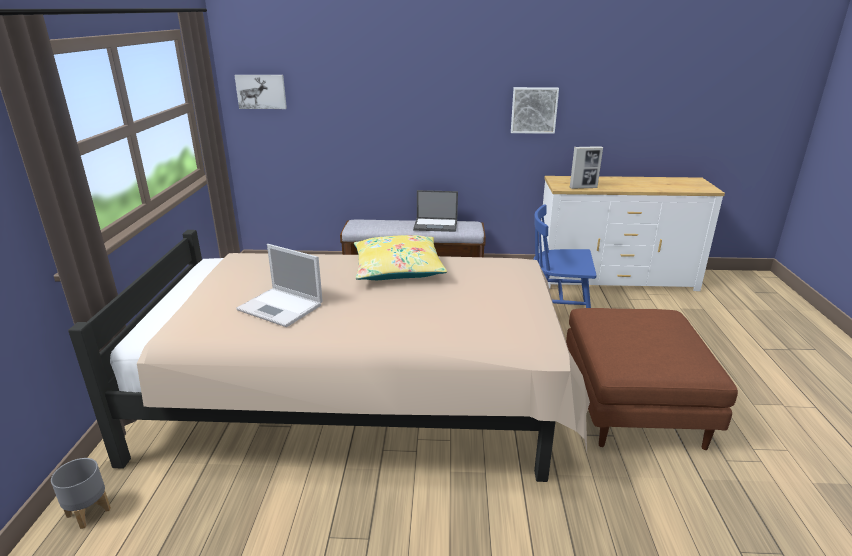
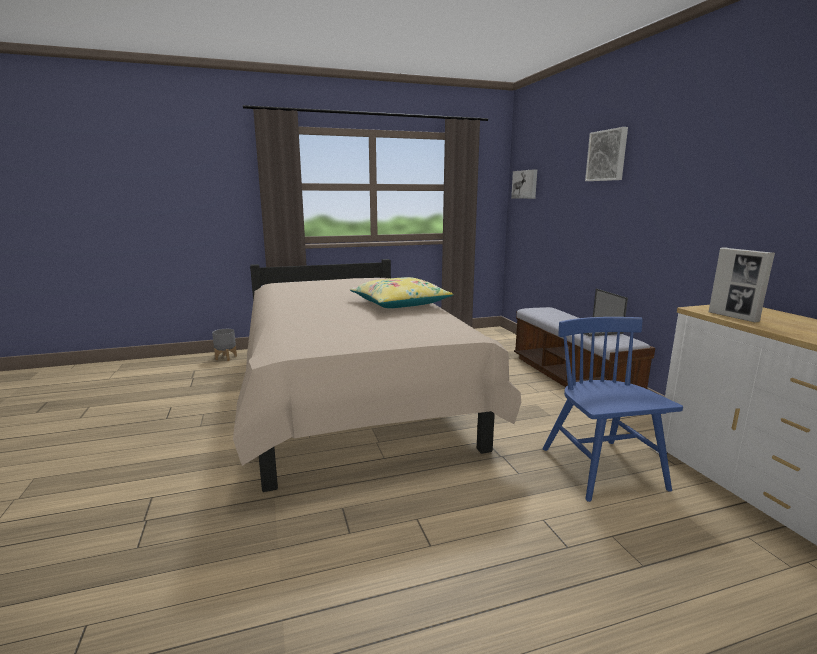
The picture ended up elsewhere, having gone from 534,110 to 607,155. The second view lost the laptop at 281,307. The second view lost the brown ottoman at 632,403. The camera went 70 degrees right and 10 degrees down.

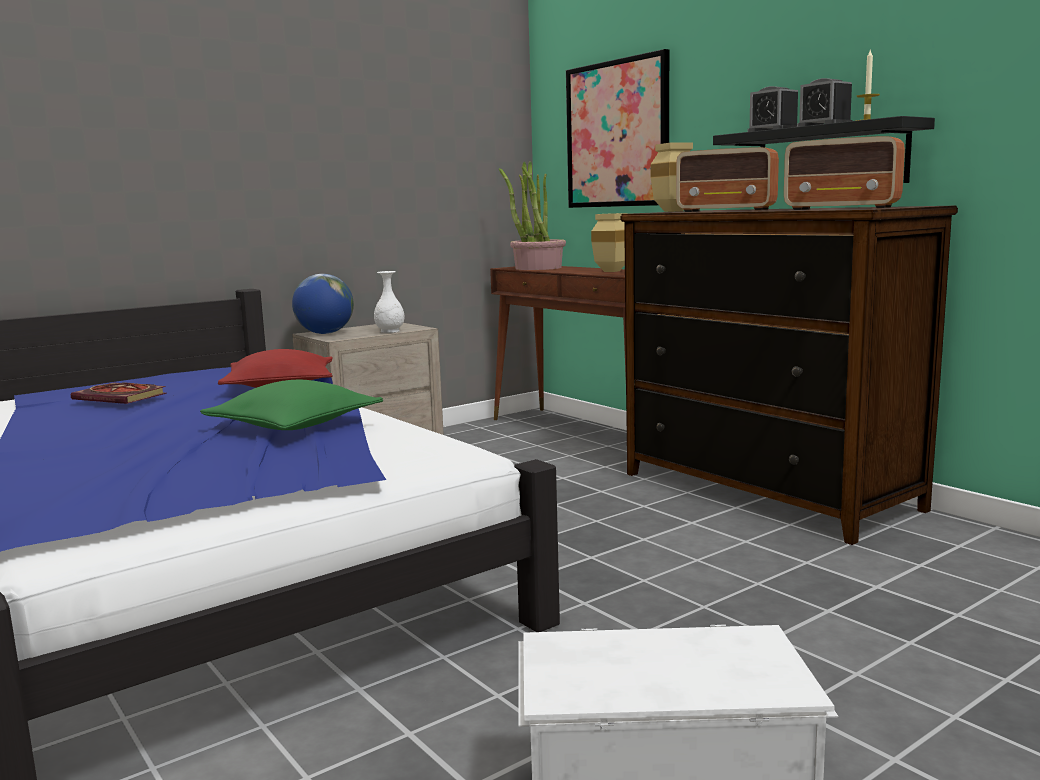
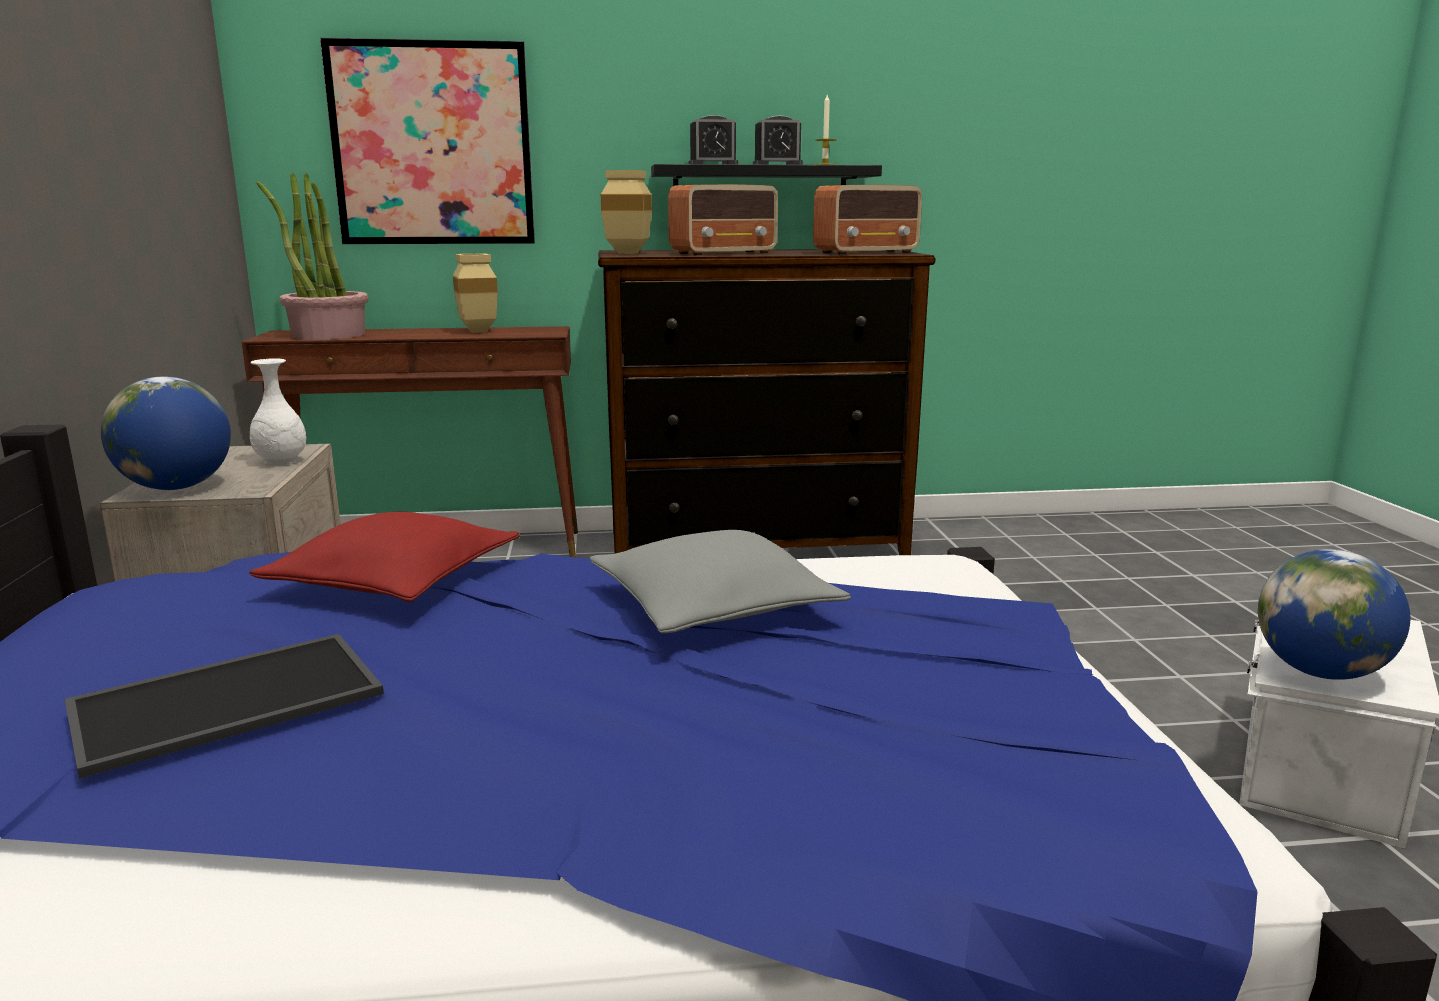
Where the book stood at 122,397, the tray came to stand at 229,698. What was the green pillow at 295,425 turned into the grey pillow at 713,606. The second view gained the globe at 1320,672. The camera went 60 degrees left and 5 degrees up.

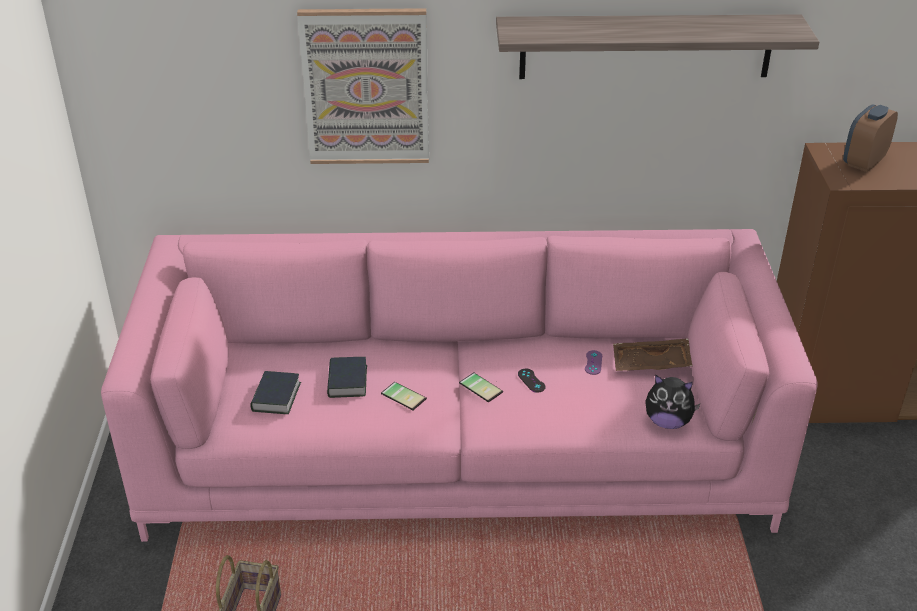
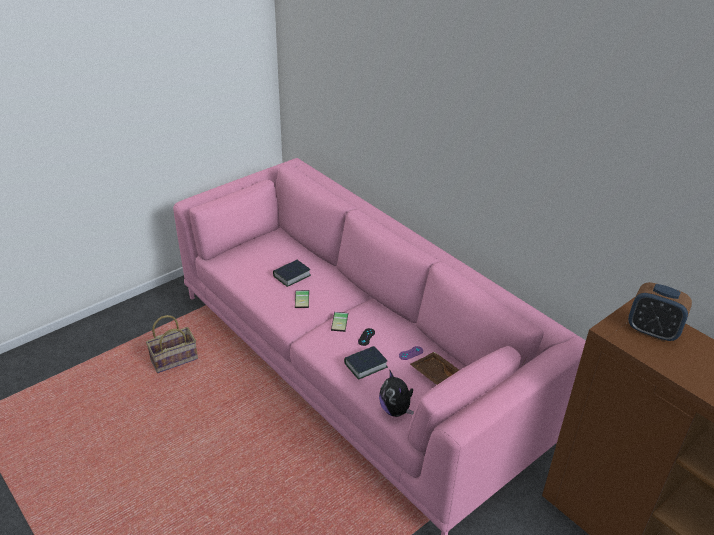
The book ended up elsewhere, having gone from 276,397 to 365,365. The alarm clock at 863,162 ended up facing another way, 150 degrees counterclockwise from before. The second view lost the picture at 366,87. The second view lost the shelf at 646,46. The camera went 50 degrees right and 0 degrees up.

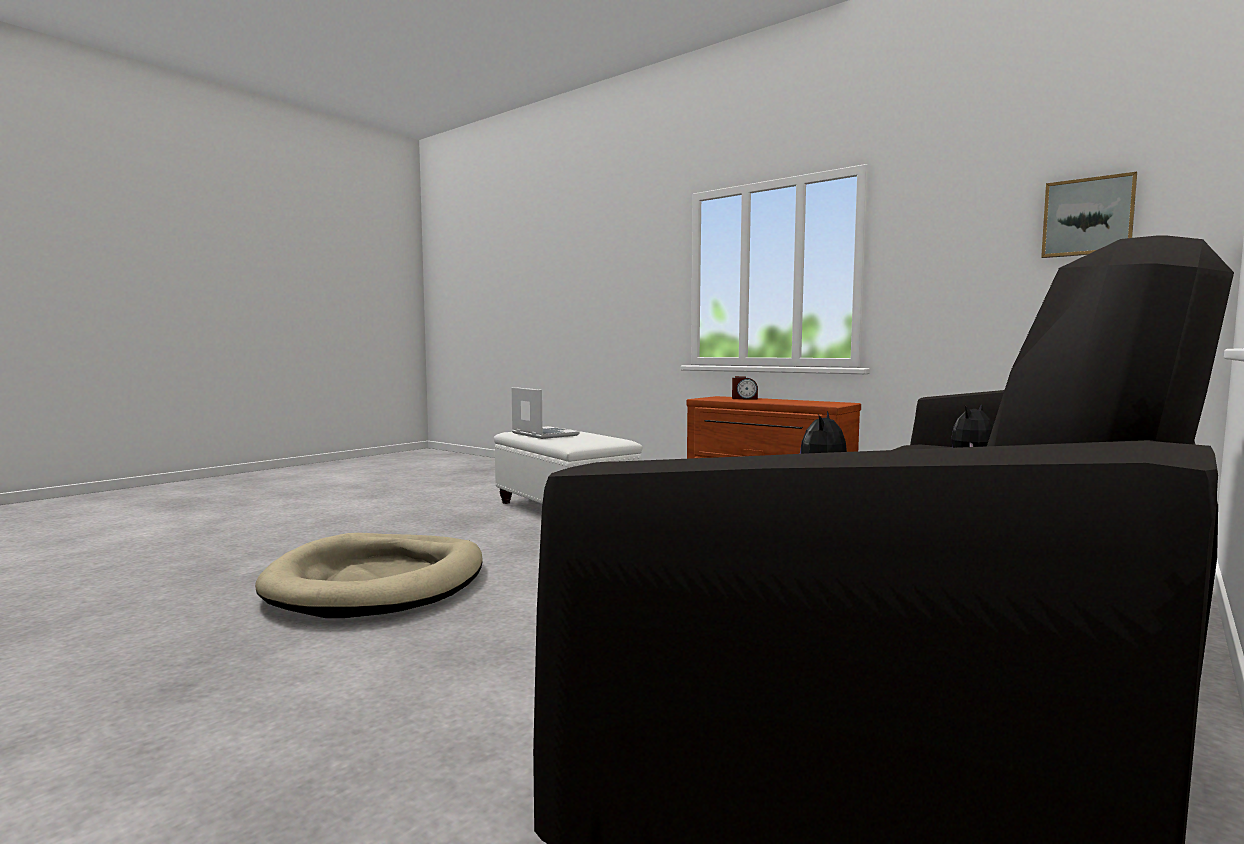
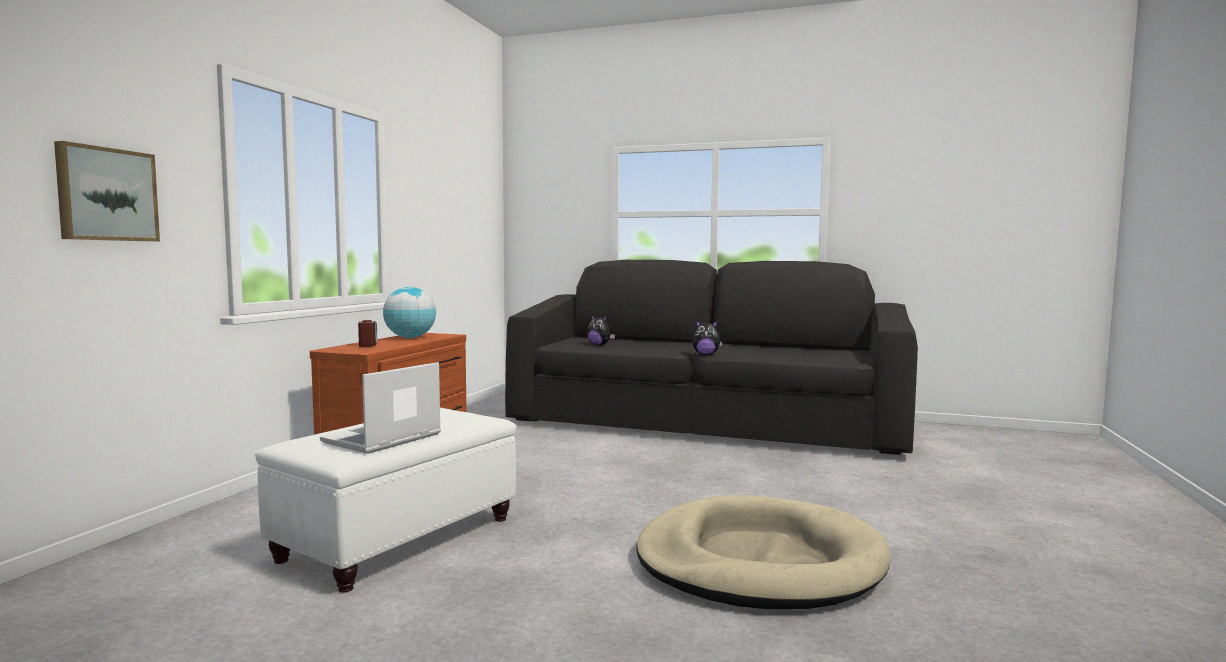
The picture ended up elsewhere, having gone from 1088,217 to 106,194. The second view gained the globe at 410,337. The camera went 110 degrees left and 0 degrees up.

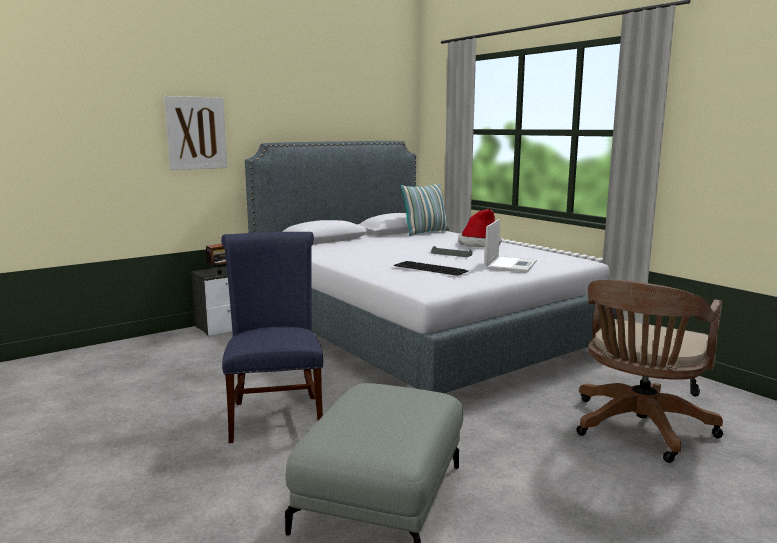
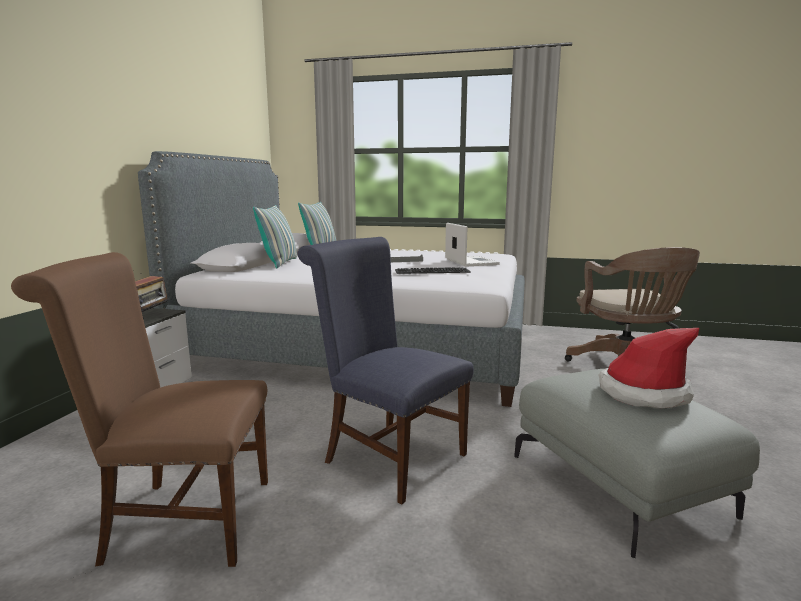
The second view gained the brown chair at 179,520. The second view gained the pillow at 279,263. The hat ended up elsewhere, having gone from 479,244 to 643,393. The second view lost the picture at 196,133. The camera went 40 degrees left and 0 degrees up.

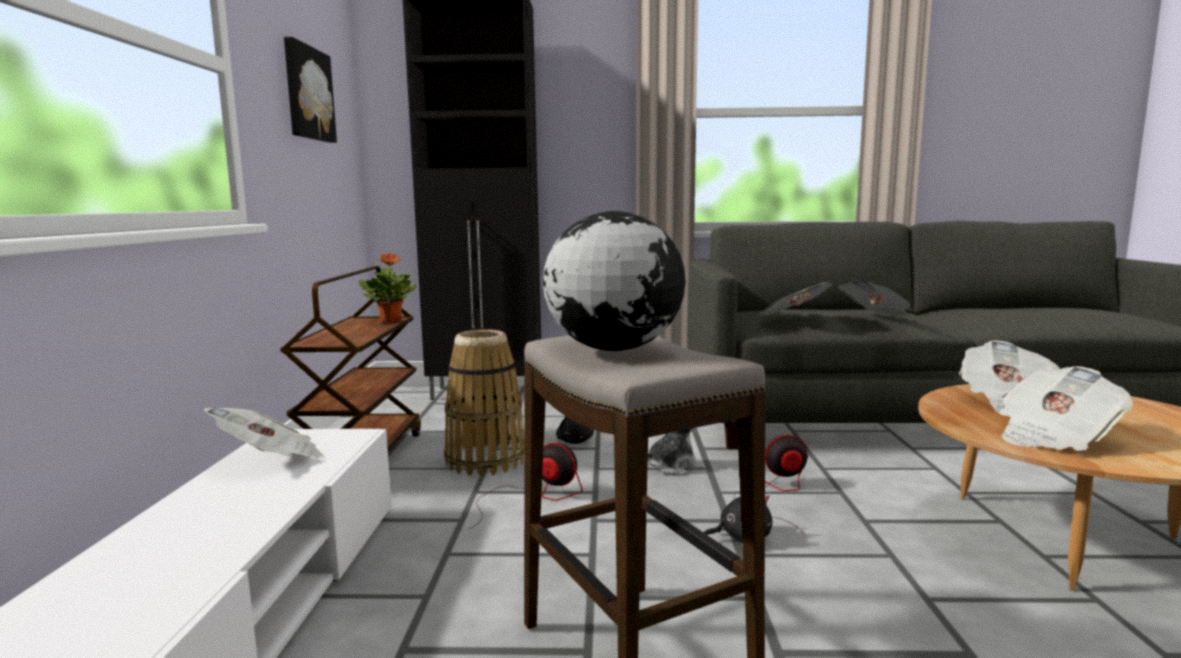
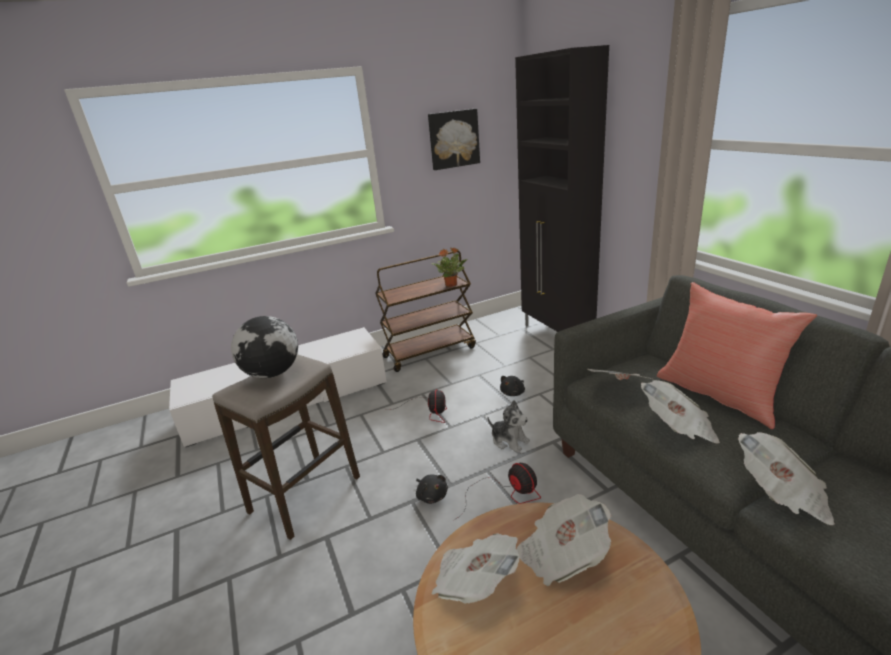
The second view gained the red pillow at 719,394. The newspaper ended up elsewhere, having gone from 271,460 to 782,494. The second view lost the basket at 486,460. The camera went 65 degrees right and 15 degrees up.

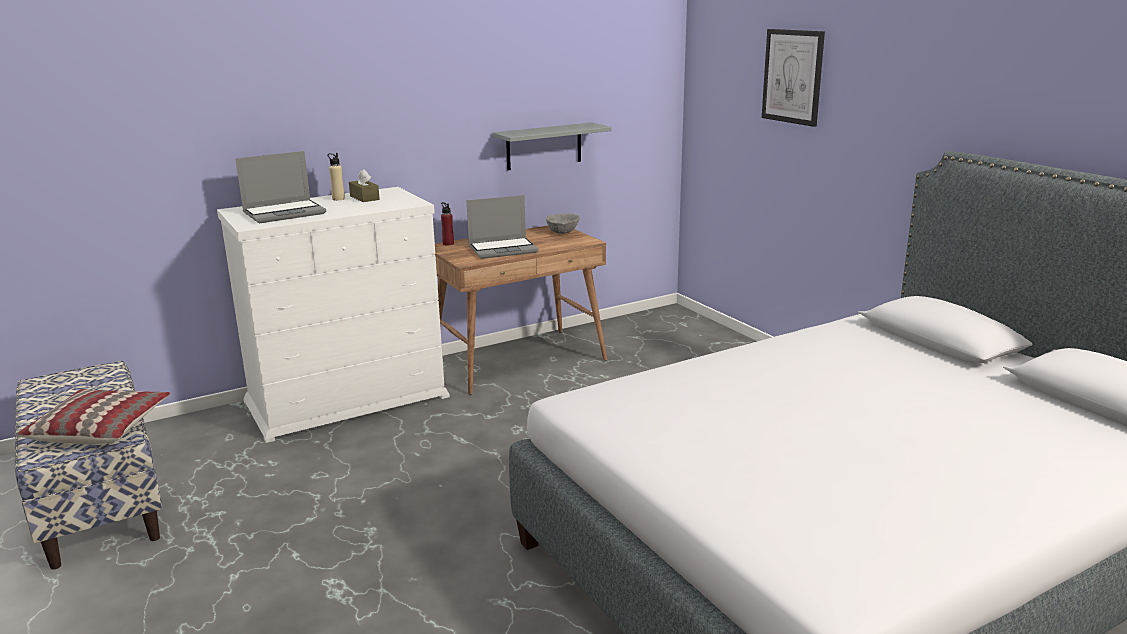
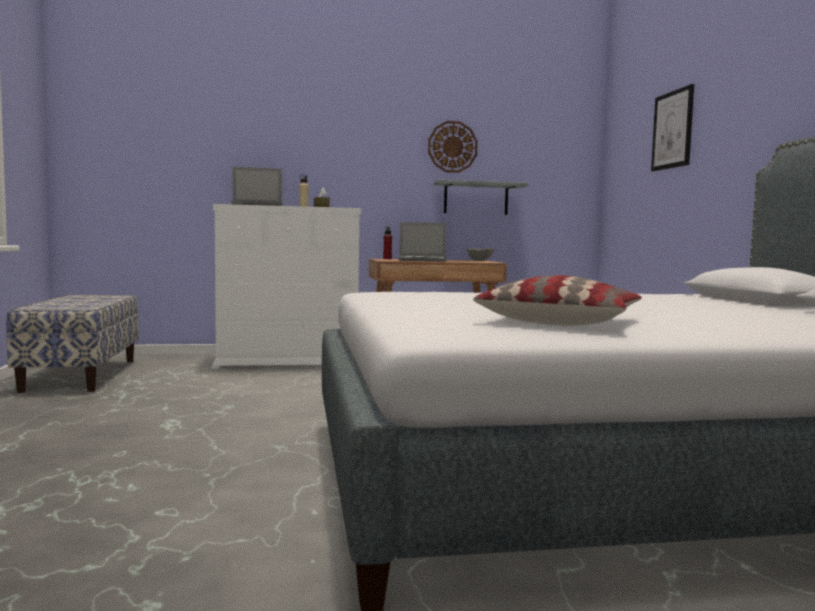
The second view gained the wall clock at 452,147. The pillow ended up elsewhere, having gone from 100,428 to 560,321. The camera went 20 degrees right and 15 degrees down.

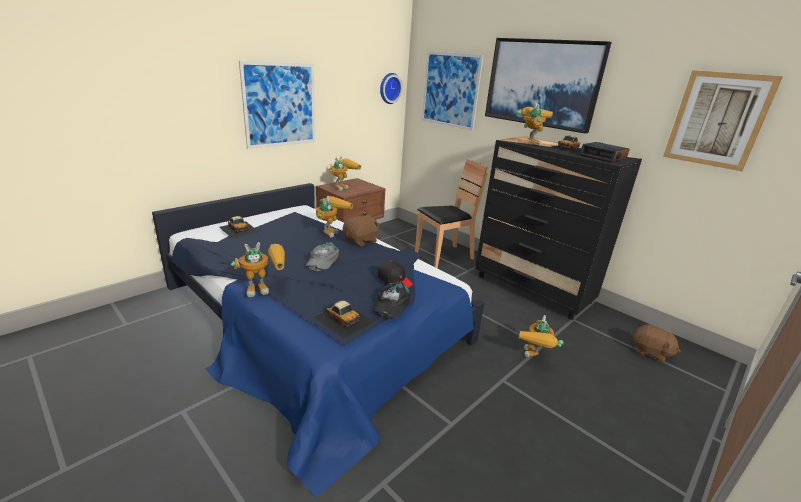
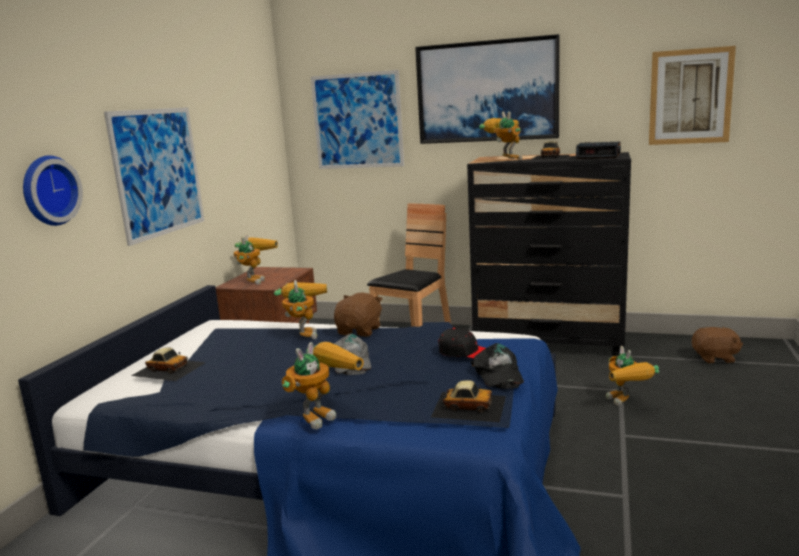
The wall clock ended up elsewhere, having gone from 389,88 to 48,190. The camera went 25 degrees left and 10 degrees down.

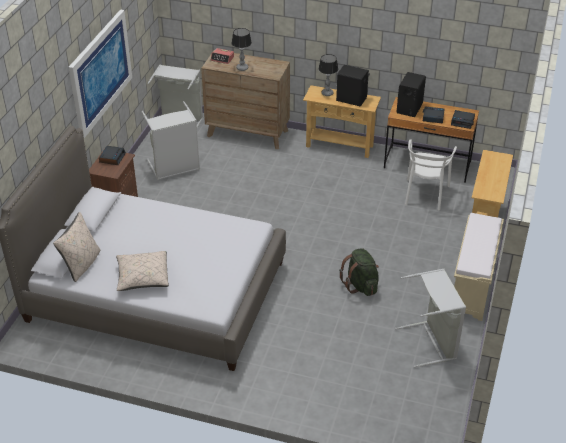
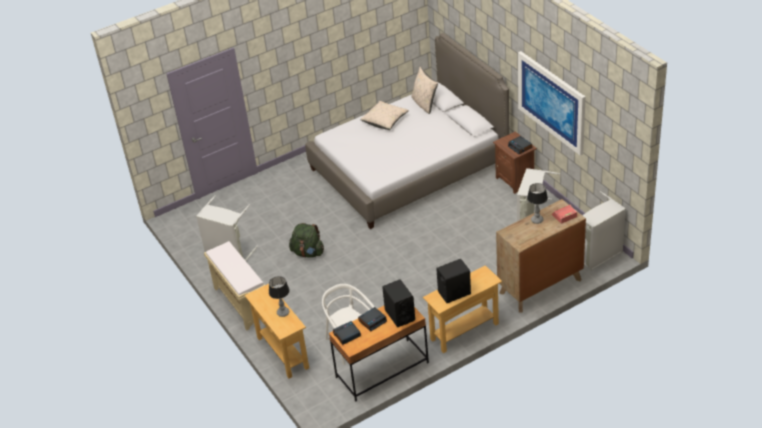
The table lamp ended up elsewhere, having gone from 327,93 to 283,313. The camera went 135 degrees right and 0 degrees up.

